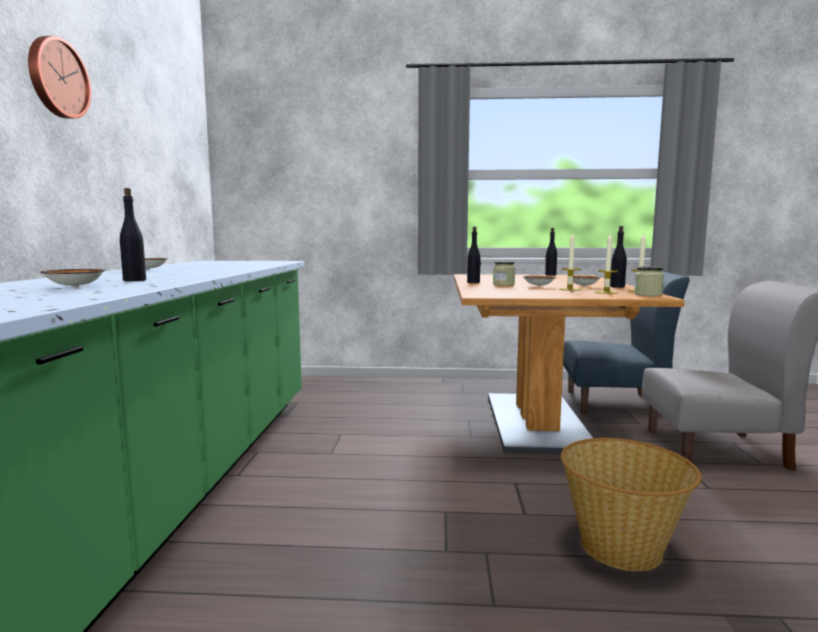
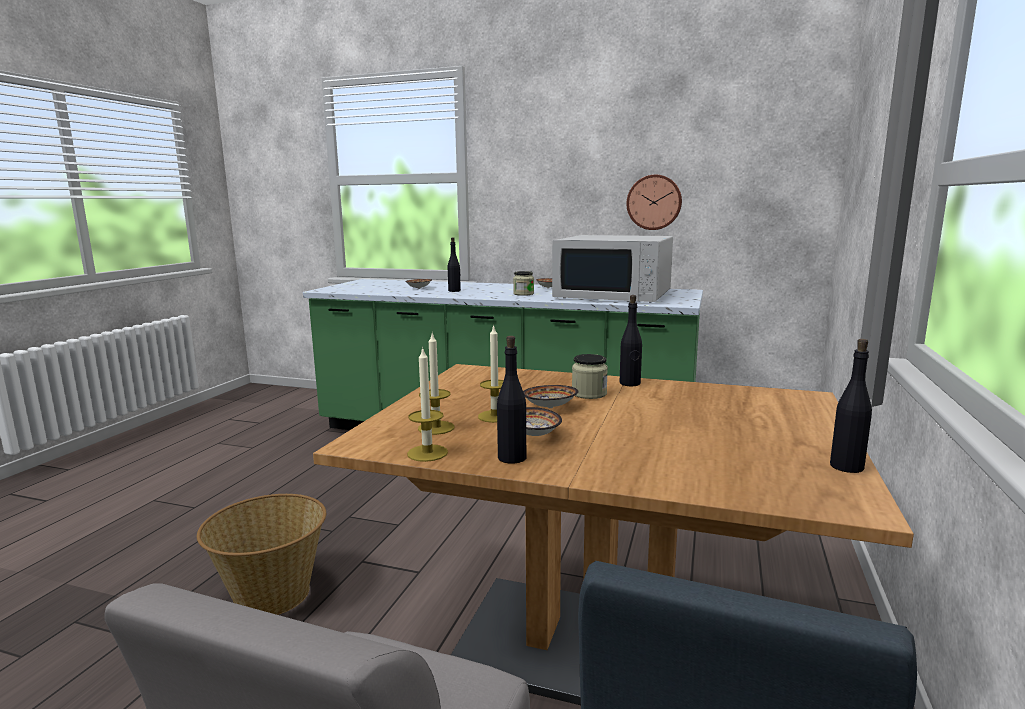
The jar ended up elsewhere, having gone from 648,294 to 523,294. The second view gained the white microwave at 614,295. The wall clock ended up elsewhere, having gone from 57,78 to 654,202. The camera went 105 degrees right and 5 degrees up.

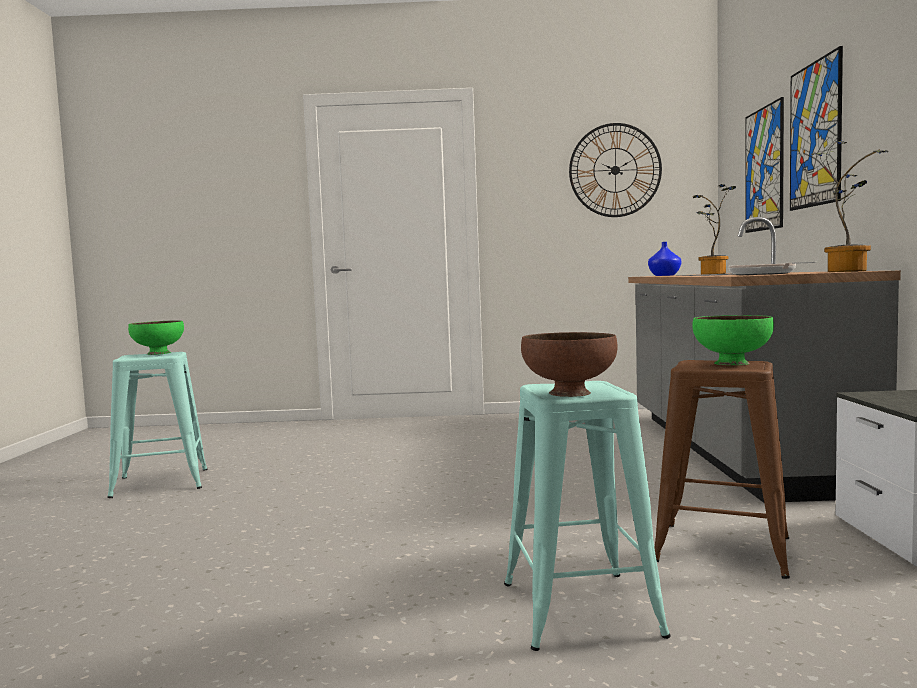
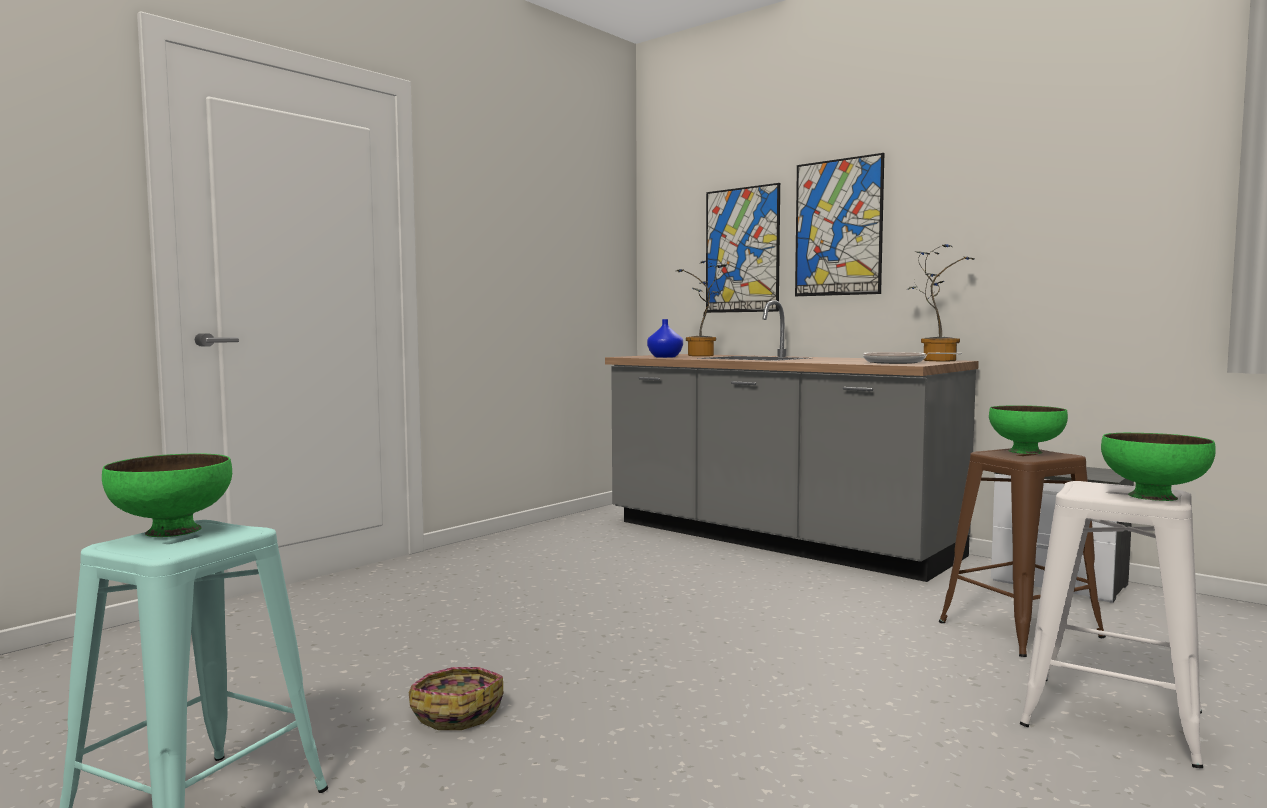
The second view gained the basket at 457,712. What was the turquoise stool at 580,608 turned into the white stool at 1112,719. What was the brown bowl at 569,393 turned into the green bowl at 1153,497. The second view lost the wall clock at 615,170. The camera went 50 degrees left and 0 degrees up.

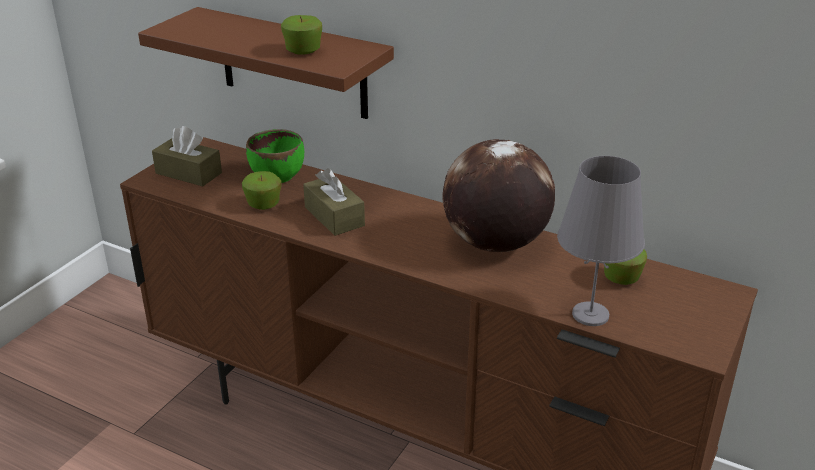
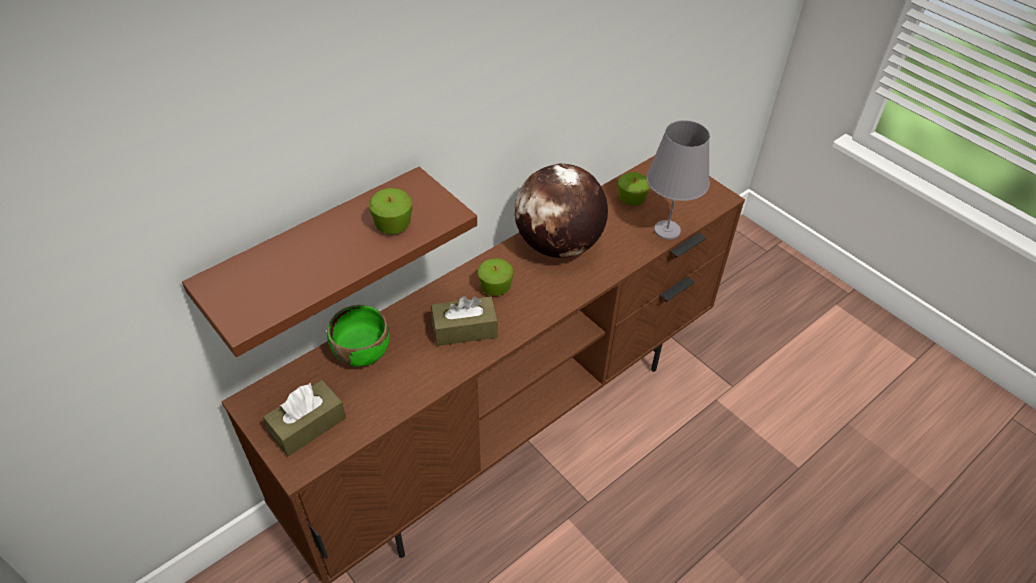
The apple ended up elsewhere, having gone from 263,205 to 495,288. The camera went 70 degrees left and 15 degrees up.

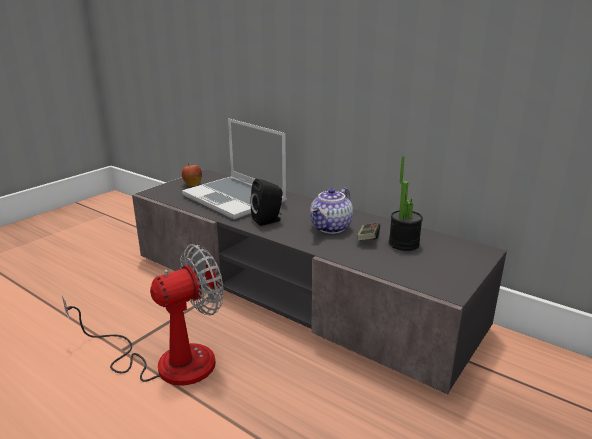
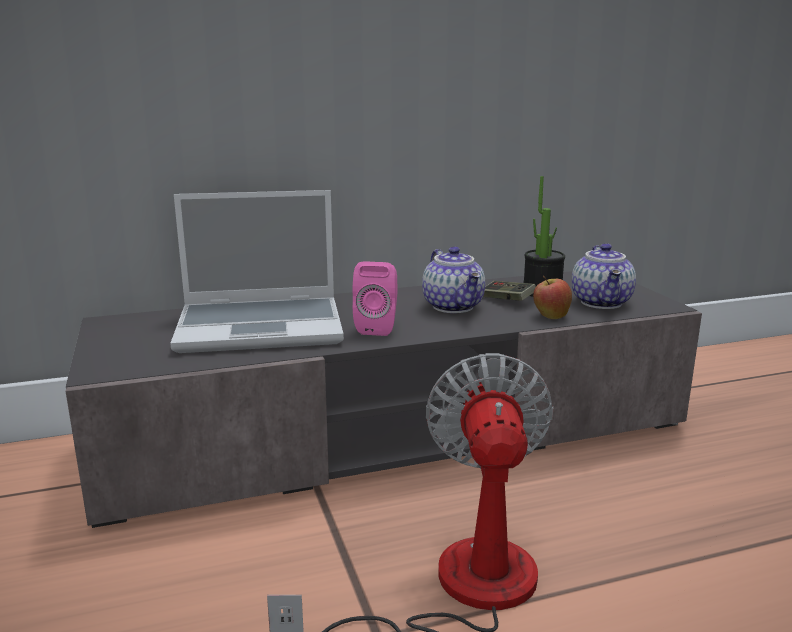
What was the black speaker at 268,220 turned into the pink speaker at 378,328. The apple ended up elsewhere, having gone from 192,184 to 551,316. The second view gained the teapot at 602,303. The camera went 55 degrees left and 5 degrees down.

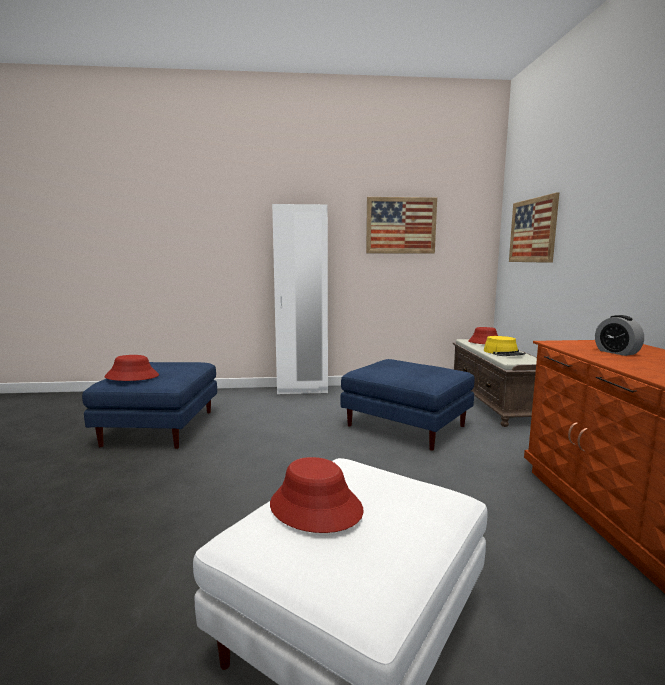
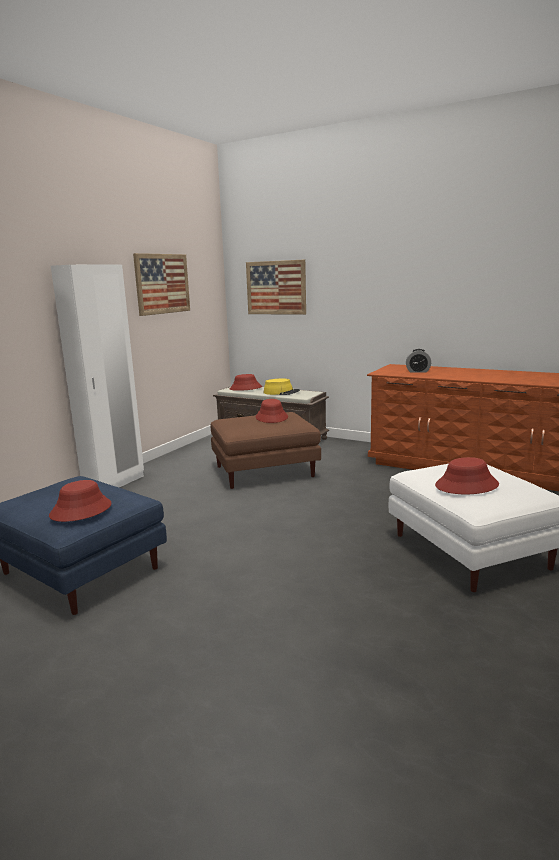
What was the blue ottoman at 407,426 turned into the brown ottoman at 265,471. The second view gained the red hat at 272,417. The camera went 55 degrees left and 5 degrees up.

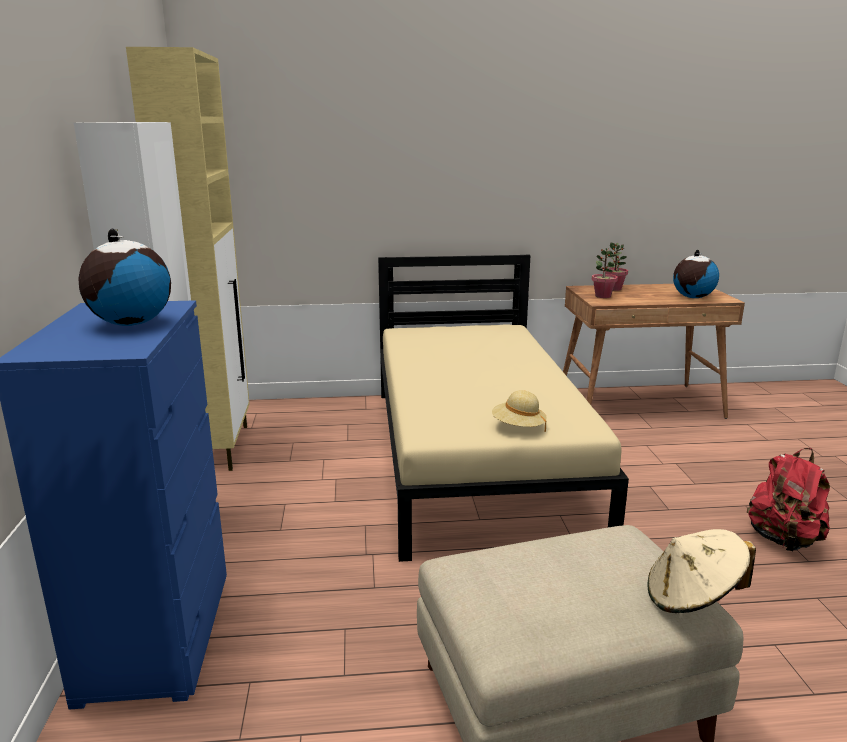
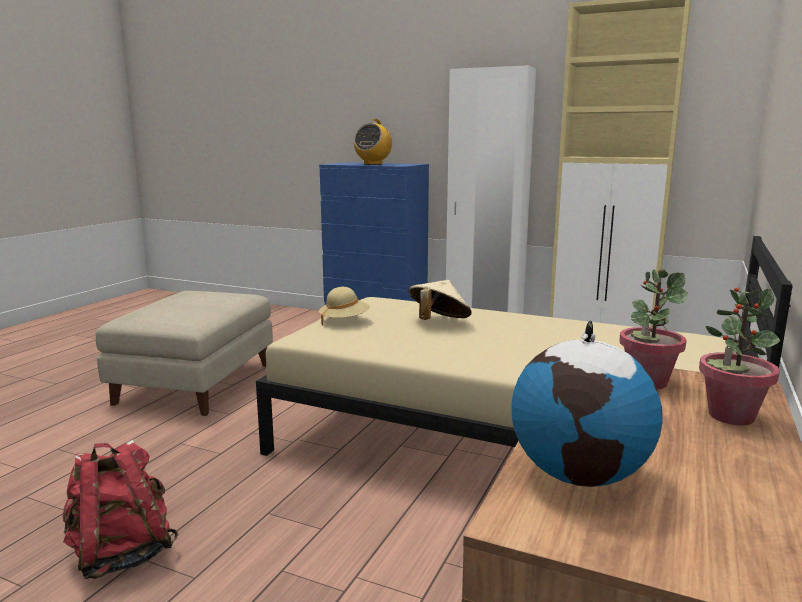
Where the globe stood at 131,323, the radio came to stand at 373,164. The beige hat ended up elsewhere, having gone from 692,598 to 438,322. The camera went 120 degrees right and 5 degrees down.

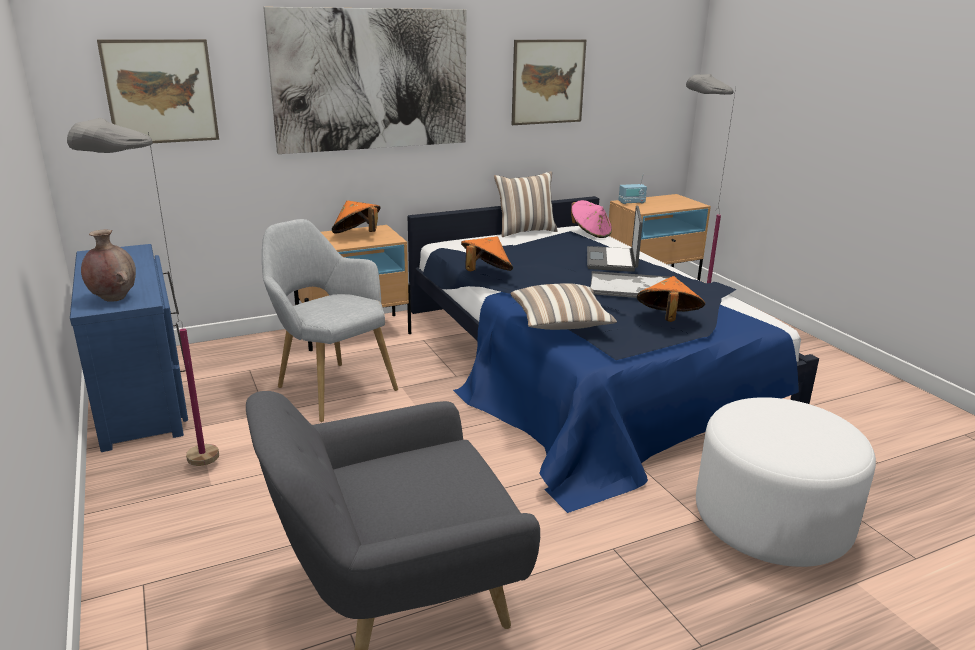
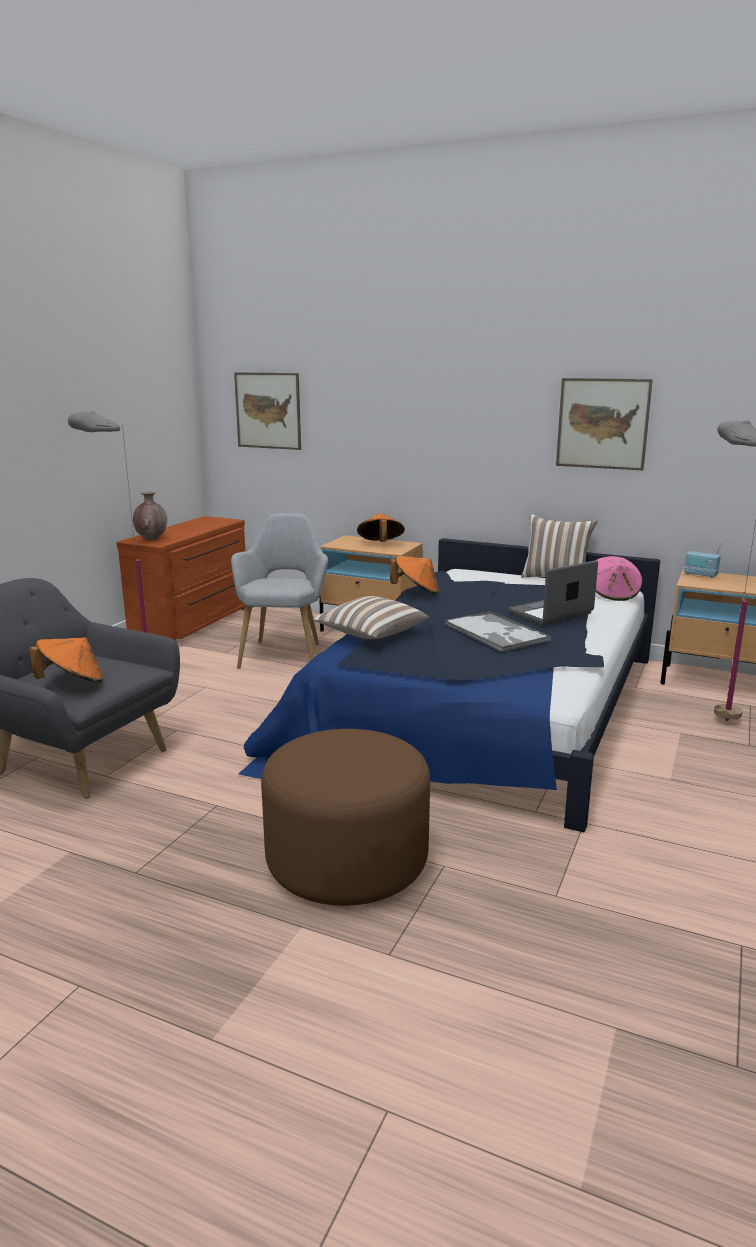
The orange hat ended up elsewhere, having gone from 667,320 to 72,682. What was the blue dresser at 144,397 turned into the brown dresser at 194,622. What was the white ottoman at 771,521 turned into the brown ottoman at 347,860. The second view lost the picture at 372,80. The camera went 50 degrees right and 5 degrees down.

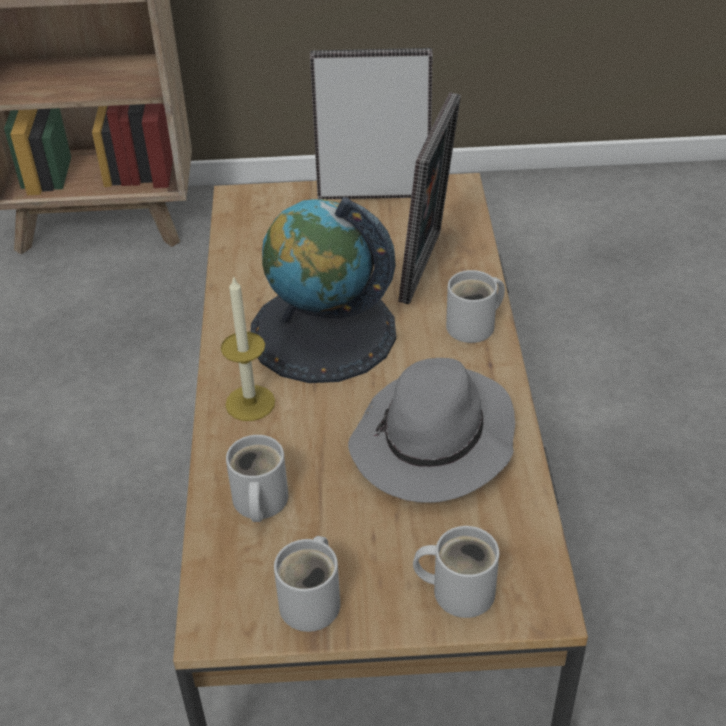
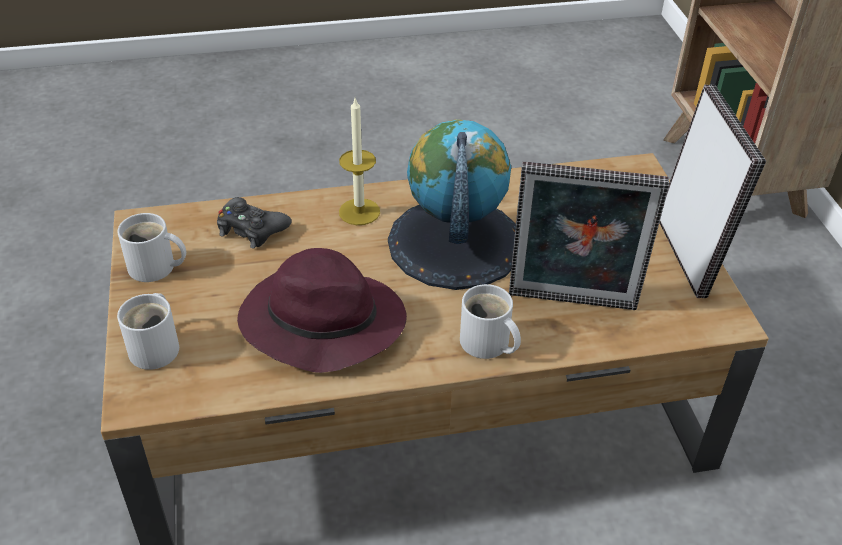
Where the white mug stood at 258,502, the black game controller came to stand at 251,229. What was the grey hat at 434,443 turned into the purple hat at 320,323. The camera went 80 degrees right and 0 degrees up.

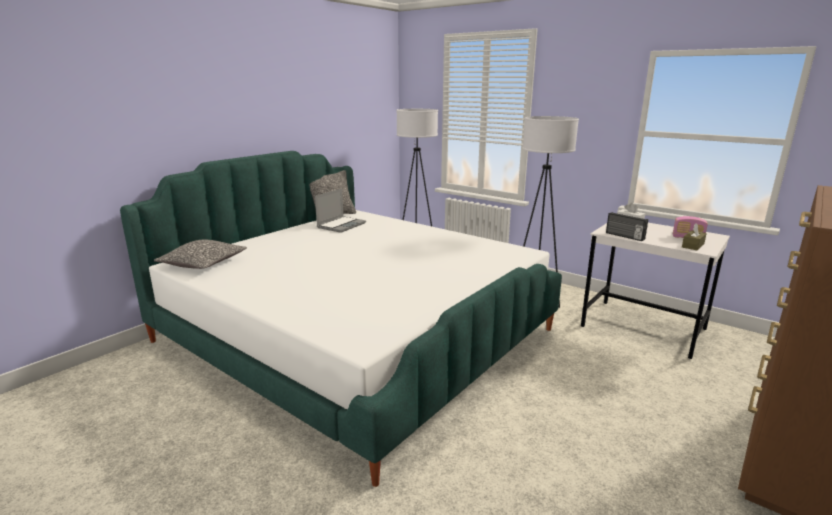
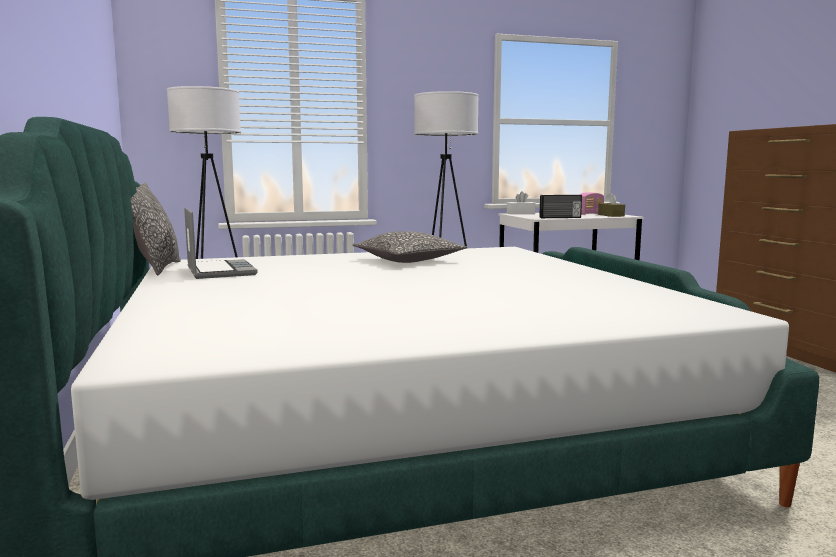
The pillow ended up elsewhere, having gone from 203,263 to 408,260. The camera went 55 degrees left and 10 degrees down.

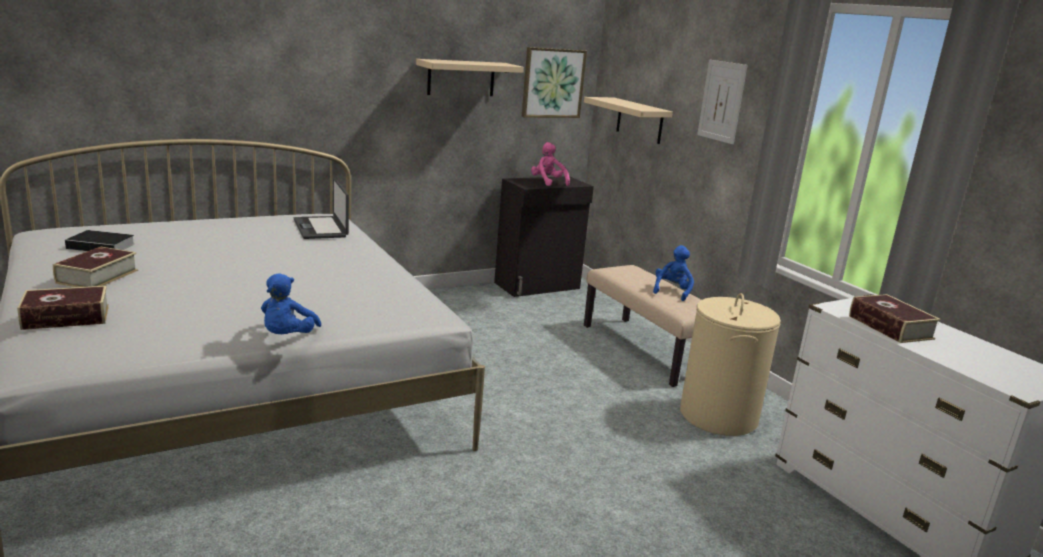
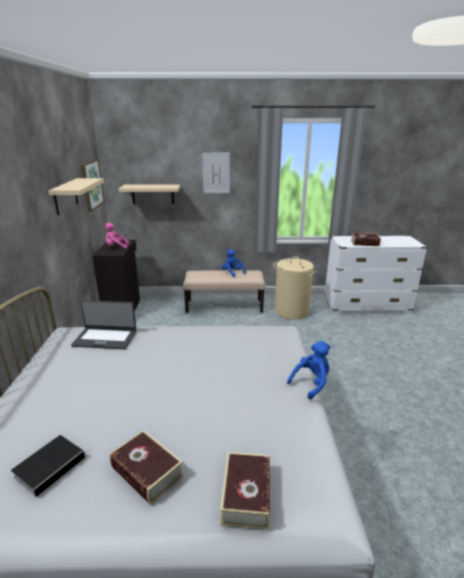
The blue plush toy at 287,337 ended up facing another way, 75 degrees counterclockwise from before. The camera went 60 degrees left and 5 degrees up.

